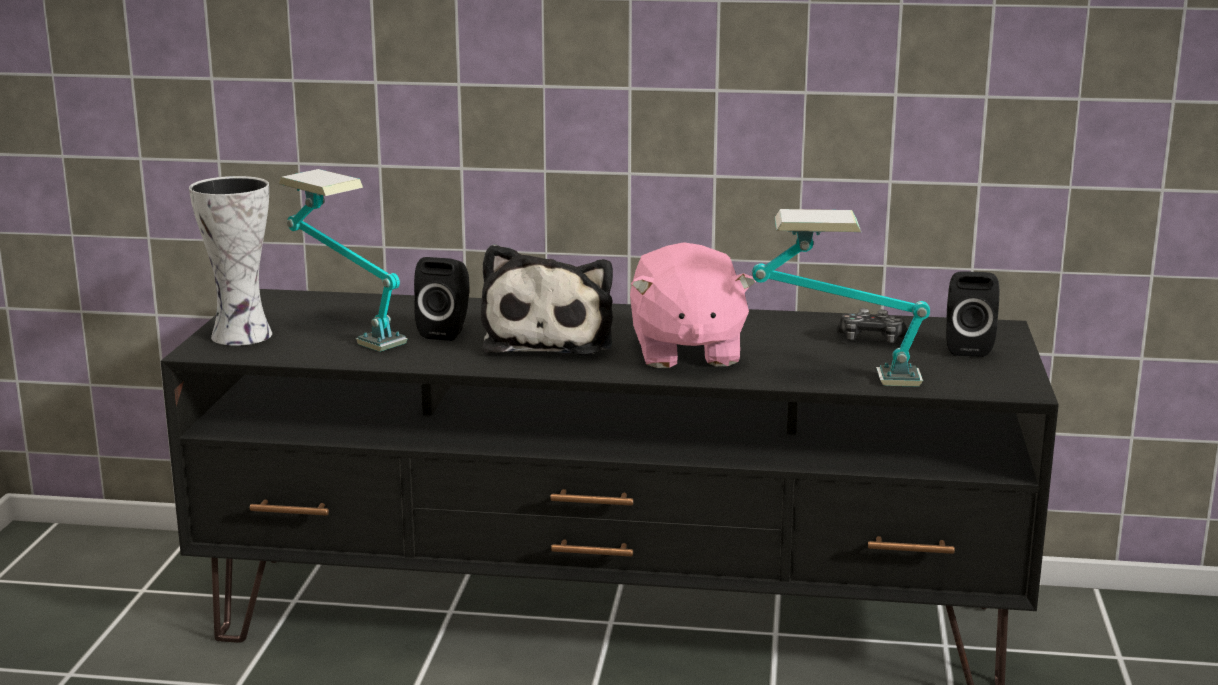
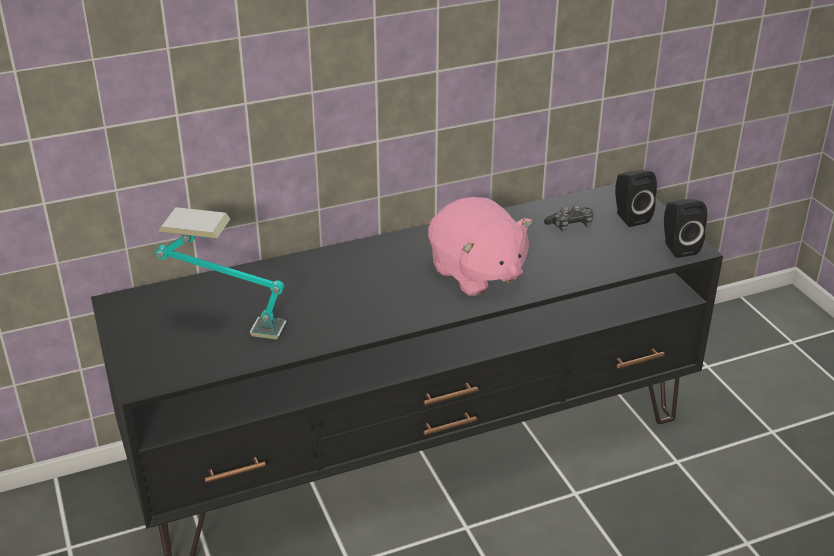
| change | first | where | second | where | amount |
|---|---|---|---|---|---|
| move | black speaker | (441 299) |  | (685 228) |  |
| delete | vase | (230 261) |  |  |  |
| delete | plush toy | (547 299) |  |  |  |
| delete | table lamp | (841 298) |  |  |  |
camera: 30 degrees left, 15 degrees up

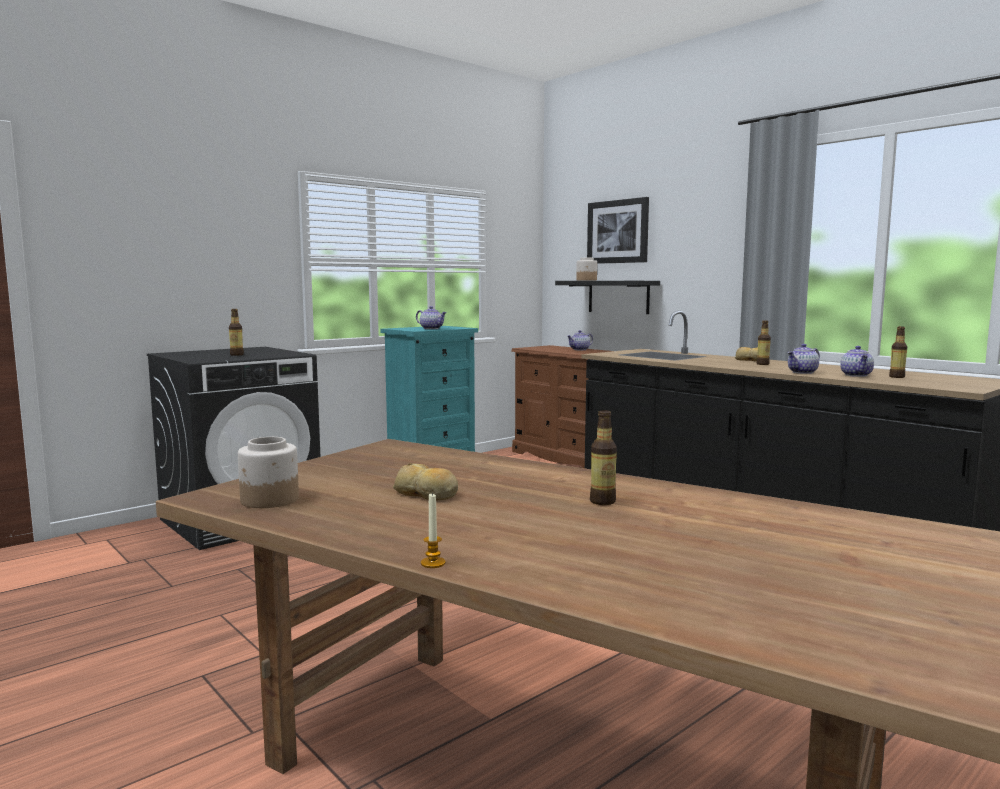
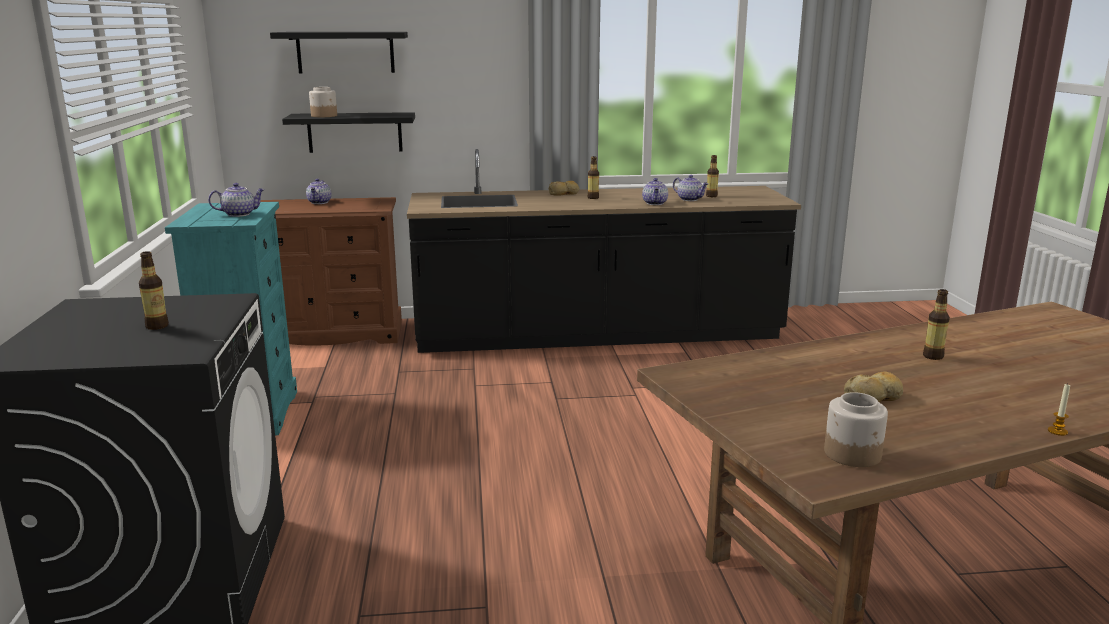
| change | first | where | second | where | amount |
|---|---|---|---|---|---|
| replace | picture | (618 230) | black shelf | (339 52) |  |
camera: 55 degrees left, 10 degrees up

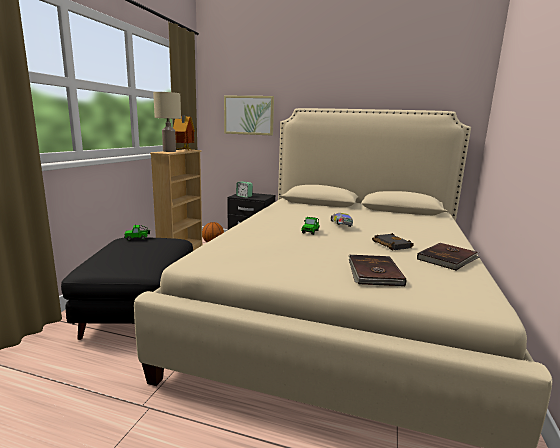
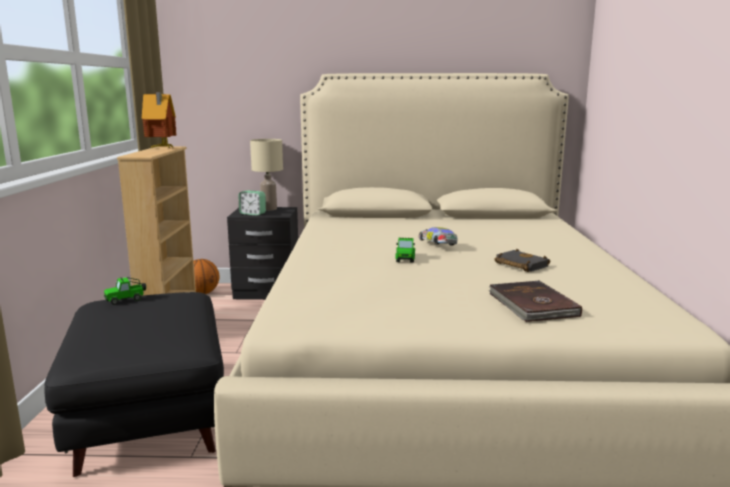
| change | first | where | second | where | amount |
|---|---|---|---|---|---|
| move | beige table lamp | (167 122) |  | (266 175) |  |
| delete | picture | (249 116) |  |  |  |
| delete | brown book | (448 256) |  |  |  |
camera: 15 degrees left, 0 degrees up

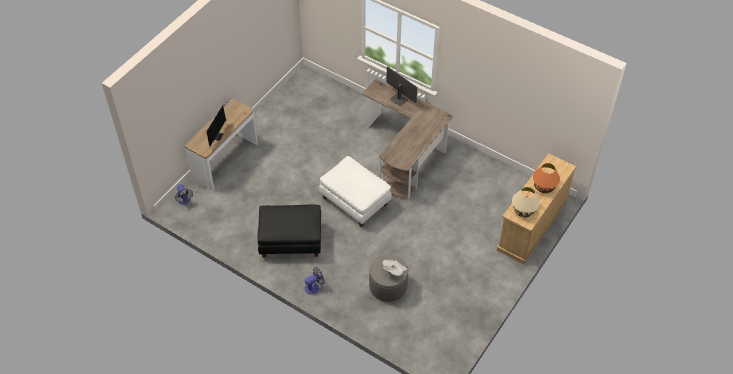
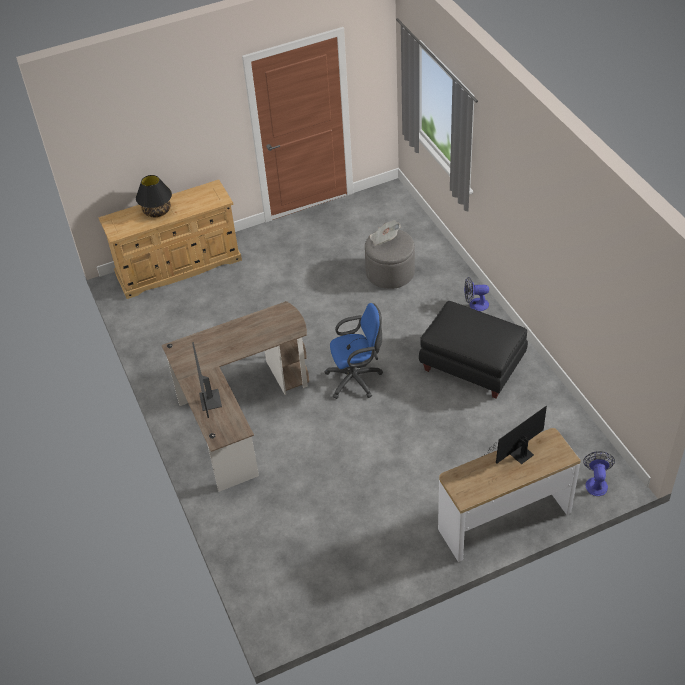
| change | first | where | second | where | amount |
|---|---|---|---|---|---|
| recolor | orange table lamp | (546 178) | black table lamp | (154 196) |  |
| replace | white ottoman | (355 191) | blue office chair | (353 351) |  |
| delete | beige table lamp | (526 202) |  |  |  |
camera: 145 degrees left, 5 degrees down

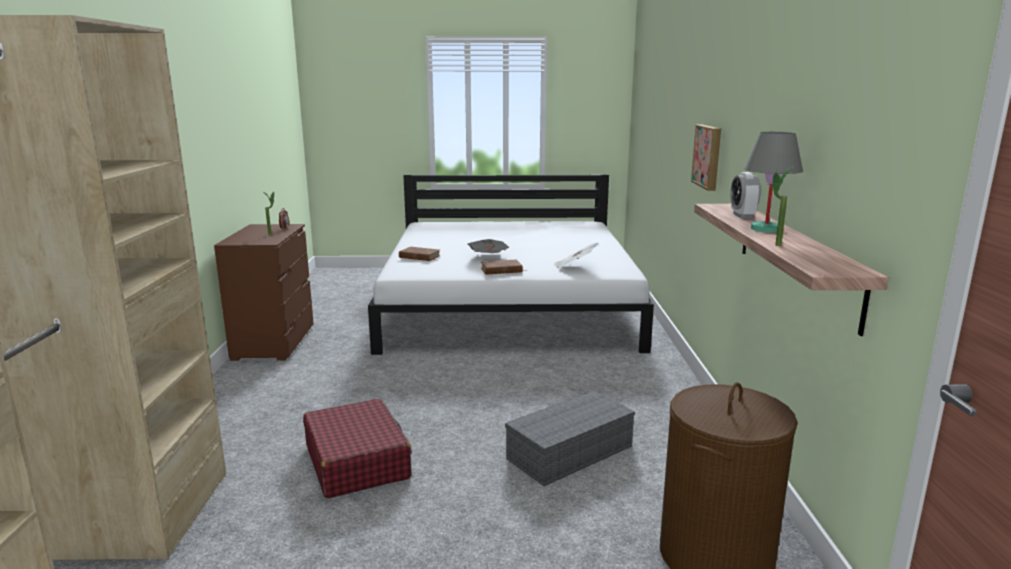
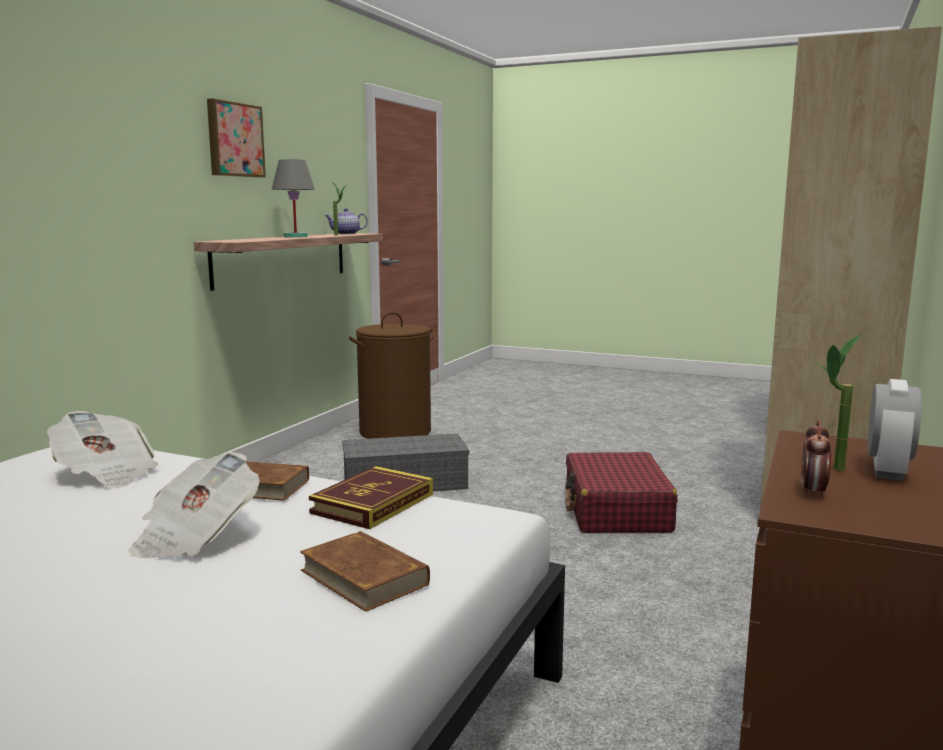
| change | first | where | second | where | amount |
|---|---|---|---|---|---|
| move | picture | (706 158) |  | (236 138) |  |
| insert |  |  | book | (371 497) |  |
| insert |  |  | teapot | (346 221) |  |
| move | alarm clock | (745 195) |  | (895 430) |  |
camera: 155 degrees left, 5 degrees down

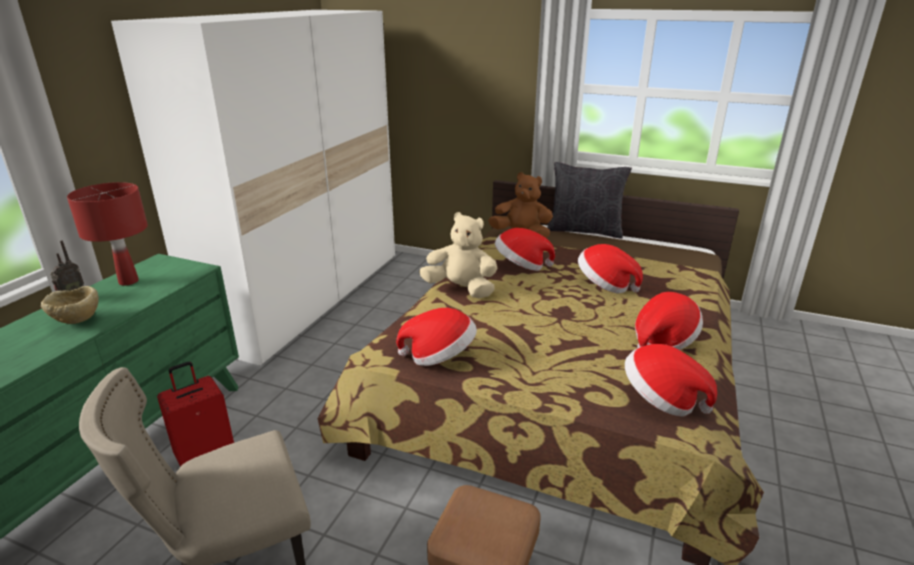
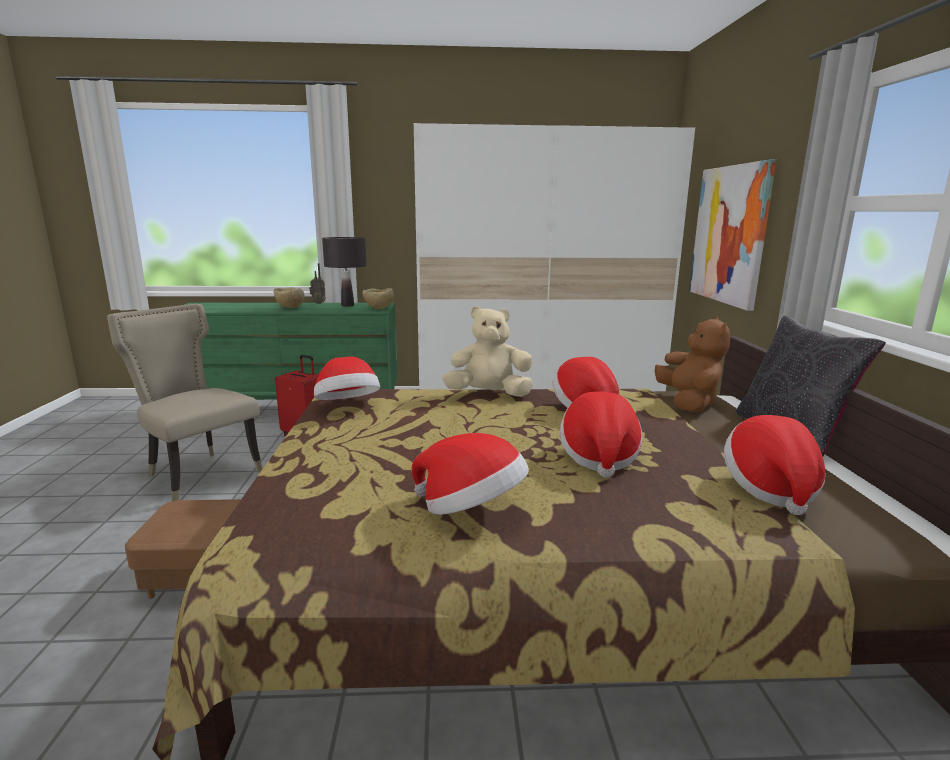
| change | first | where | second | where | amount |
|---|---|---|---|---|---|
| recolor | red table lamp | (107 234) | black table lamp | (344 272) |  |
| insert |  |  | beige bowl | (378 298) |  |
| rotate | beige plush toy | (458 255) |  | (487 351) | 90 degrees counterclockwise |
| insert |  |  | picture | (733 235) |  |
| move | hat | (671 380) |  | (775 465) |  |
camera: 65 degrees right, 10 degrees down

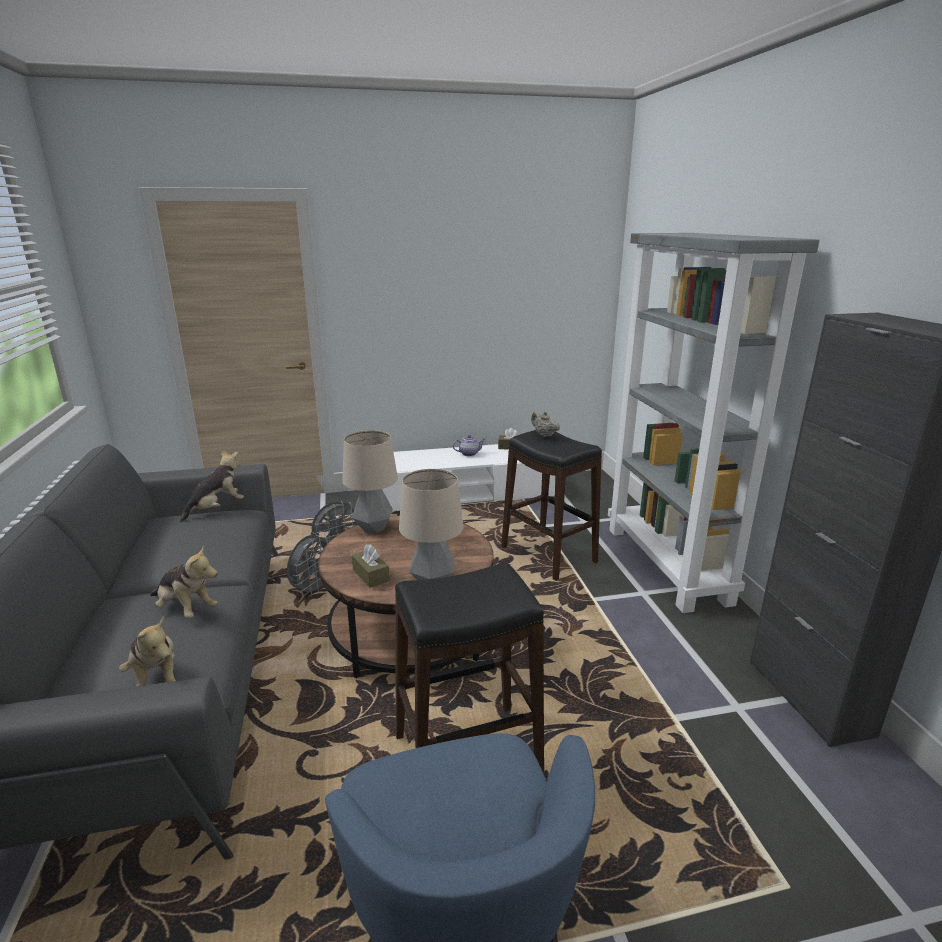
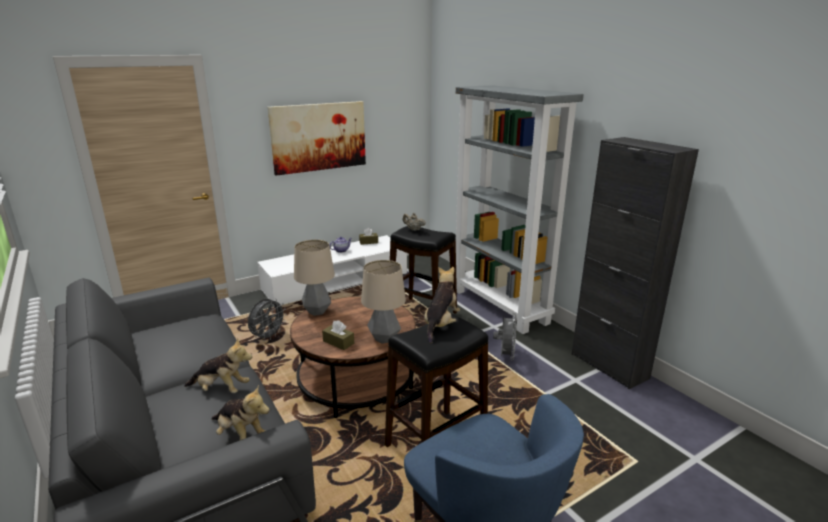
| change | first | where | second | where | amount |
|---|---|---|---|---|---|
| insert |  |  | picture | (316 138) |  |
| move | plush toy | (212 486) |  | (442 305) |  |
| move | grey fan | (308 565) |  | (505 336) |  |
camera: 20 degrees left, 0 degrees up

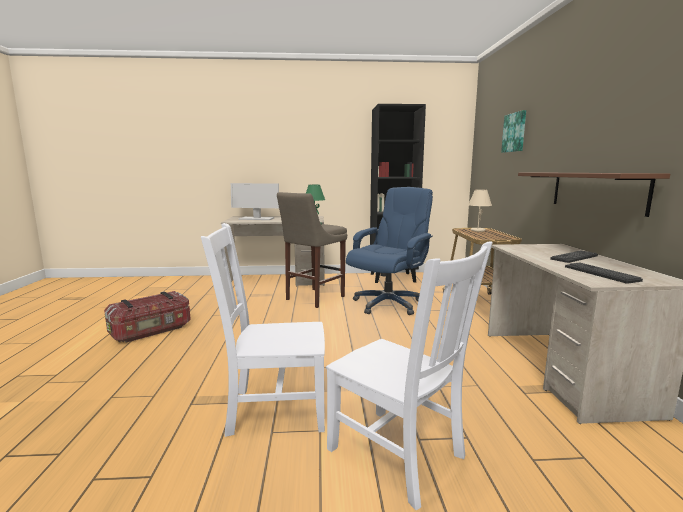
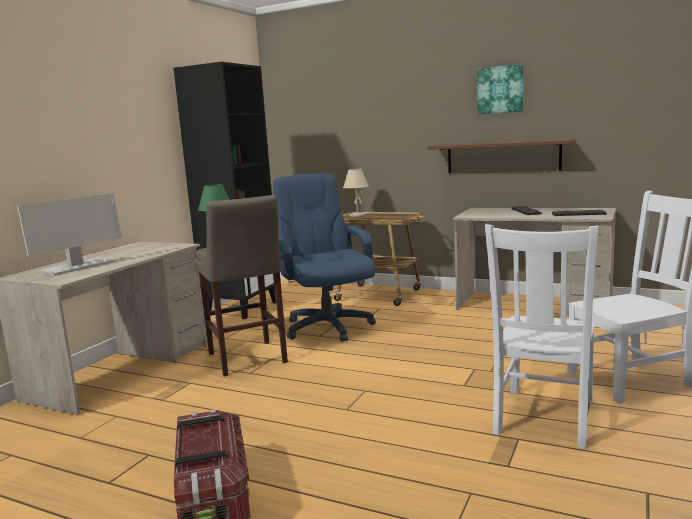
| change | first | where | second | where | amount |
|---|---|---|---|---|---|
| move | picture | (513 131) |  | (500 89) |  |
camera: 60 degrees left, 0 degrees up

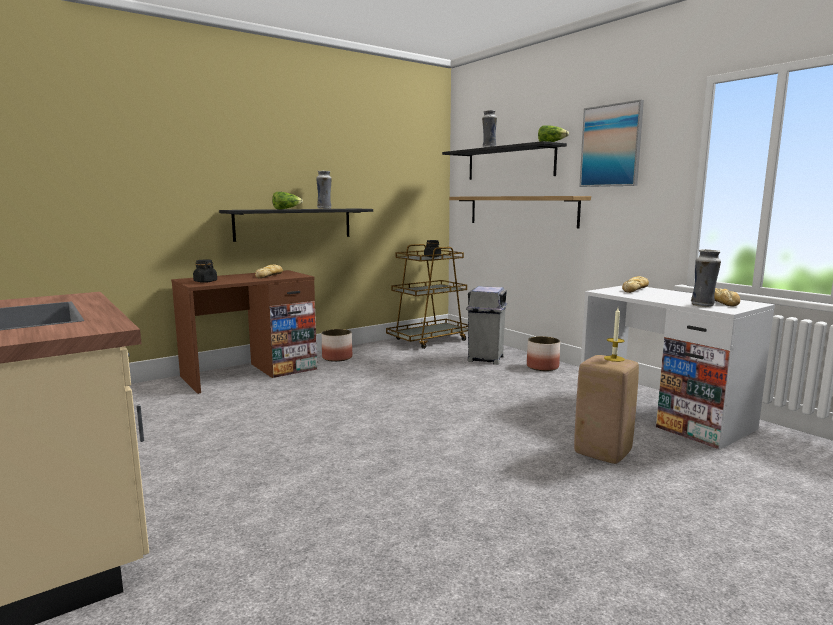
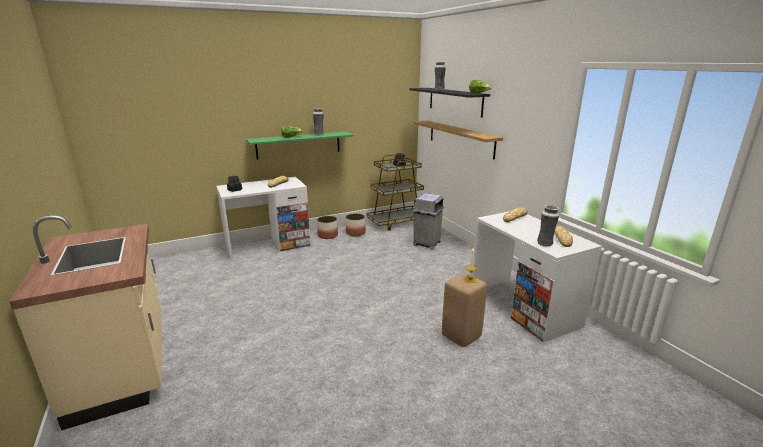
| change | first | where | second | where | amount |
|---|---|---|---|---|---|
| recolor | brown desk | (244 332) | white desk | (263 219) |  |
| recolor | black shelf | (296 225) | green shelf | (300 145) |  |
| move | planter | (543 353) |  | (355 224) |  |
| delete | picture | (611 143) |  |  |  |
camera: 10 degrees right, 10 degrees up

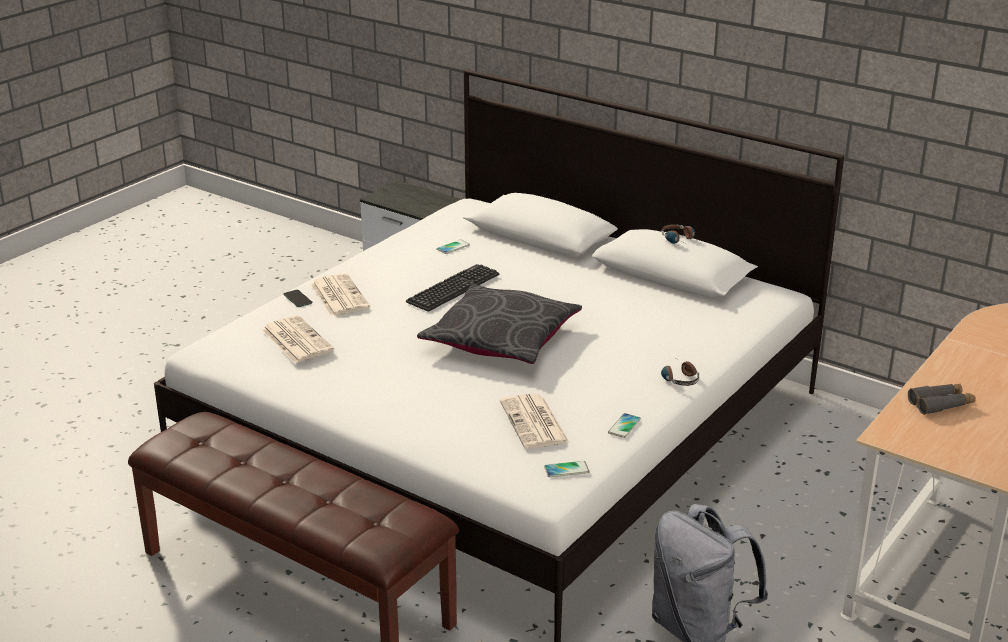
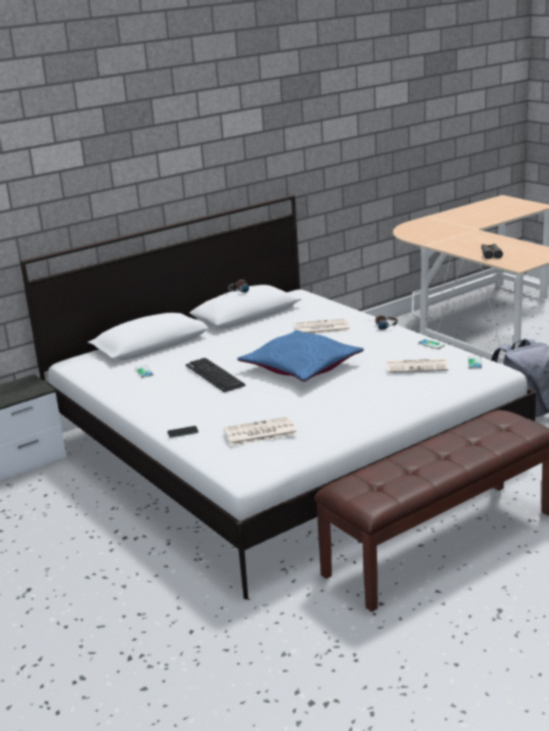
| change | first | where | second | where | amount |
|---|---|---|---|---|---|
| recolor | grey pillow | (499 323) | blue pillow | (300 356) |  |
| move | newspaper | (340 294) |  | (322 326) |  |
camera: 70 degrees left, 5 degrees down

